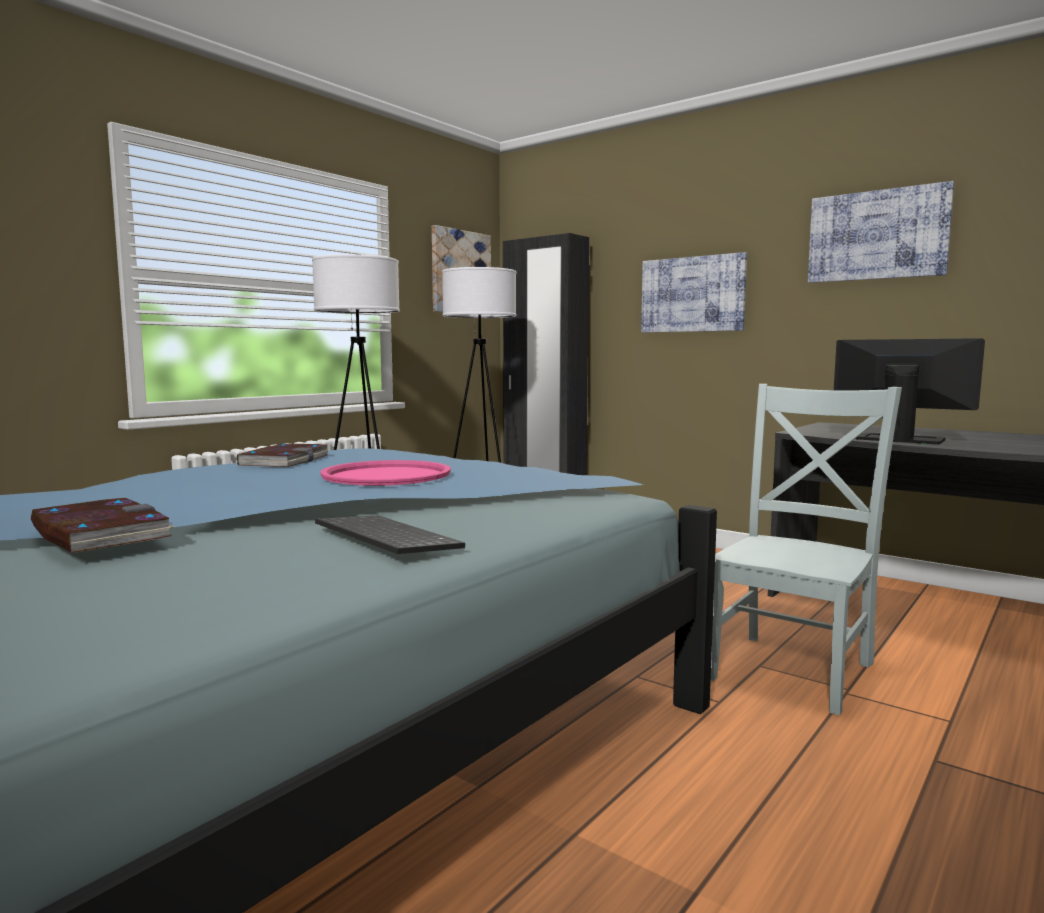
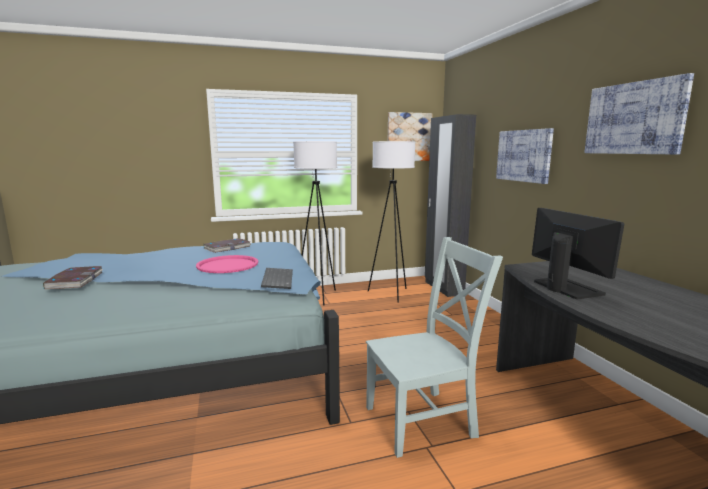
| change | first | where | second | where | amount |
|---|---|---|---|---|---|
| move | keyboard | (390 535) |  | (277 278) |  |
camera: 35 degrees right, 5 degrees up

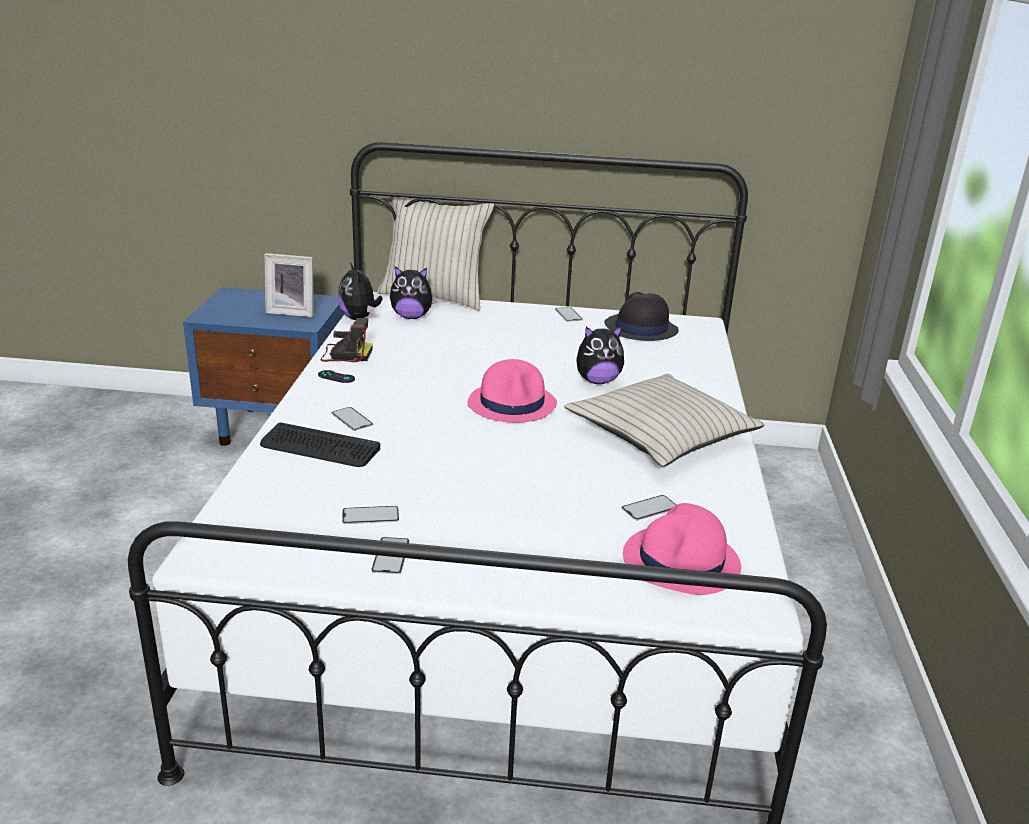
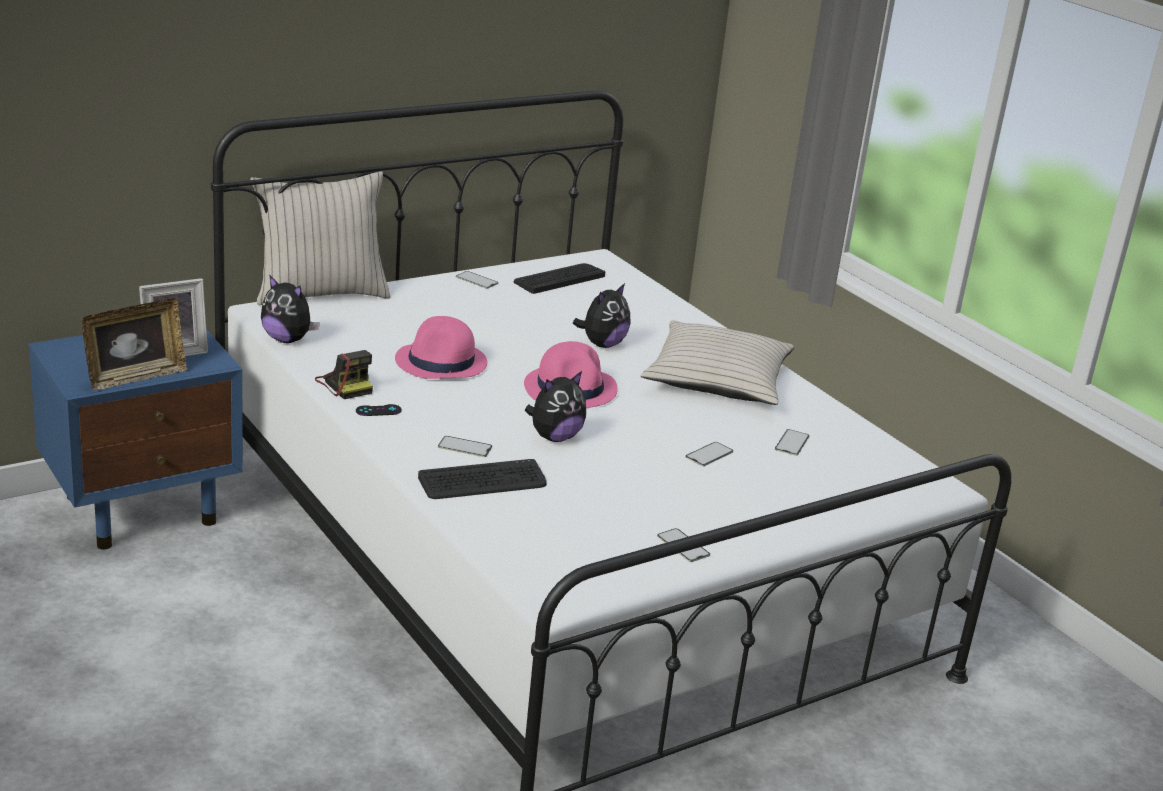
| change | first | where | second | where | amount |
|---|---|---|---|---|---|
| insert |  |  | picture frame | (134 344) |  |
| rotate | photo camera | (347 340) |  | (344 374) | 90 degrees clockwise |
| move | pink hat | (682 549) |  | (441 347) |  |
| replace | black hat | (641 316) | keyboard | (559 278) |  |
| move | plush toy | (414 292) |  | (555 406) |  |
| move | phone | (370 515) |  | (709 454) |  |
camera: 40 degrees left, 0 degrees up

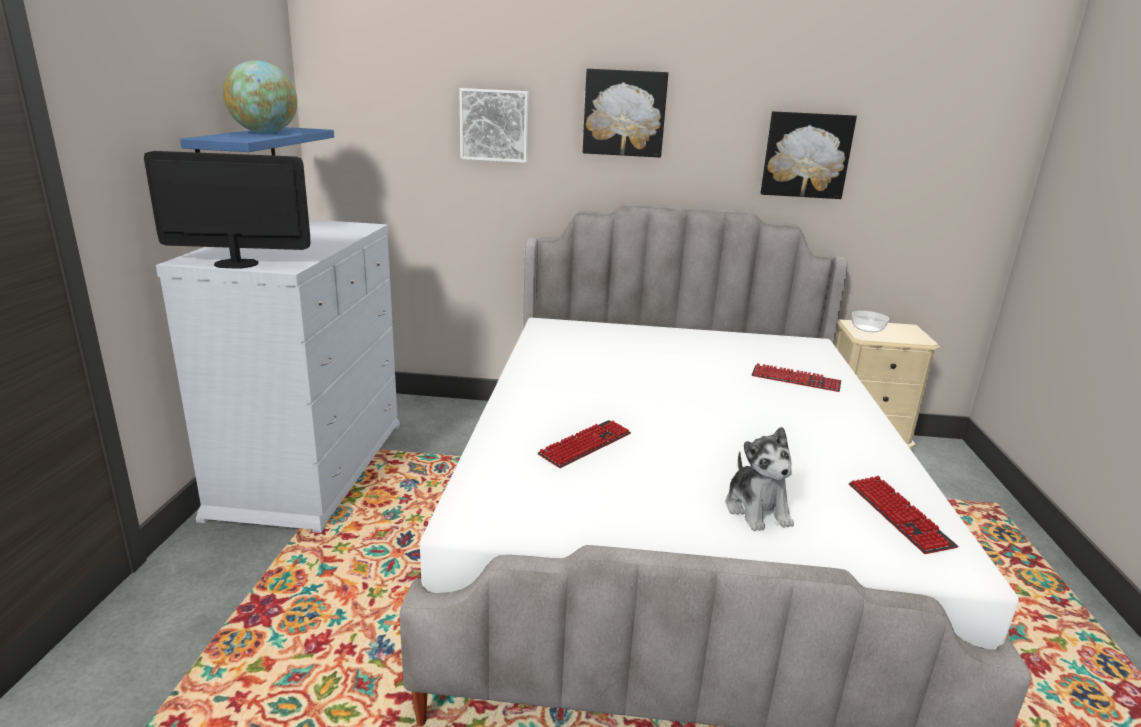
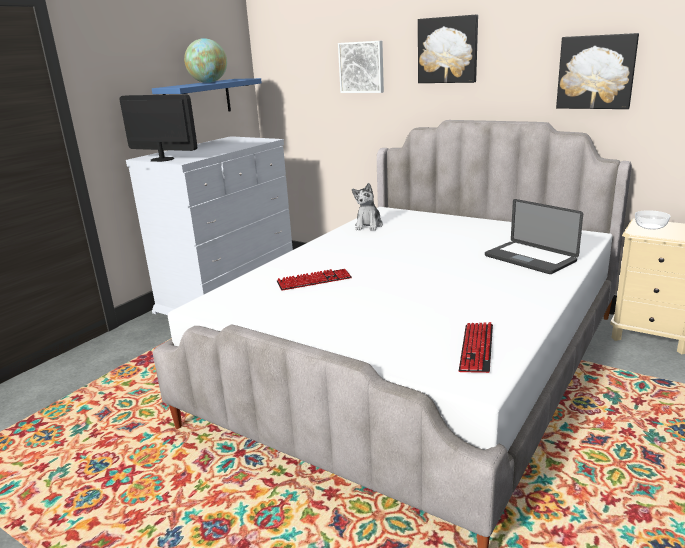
| change | first | where | second | where | amount |
|---|---|---|---|---|---|
| move | plush toy | (760 479) |  | (367 207) |  |
| replace | keyboard | (796 377) | laptop | (534 236) |  |
camera: 30 degrees right, 0 degrees up

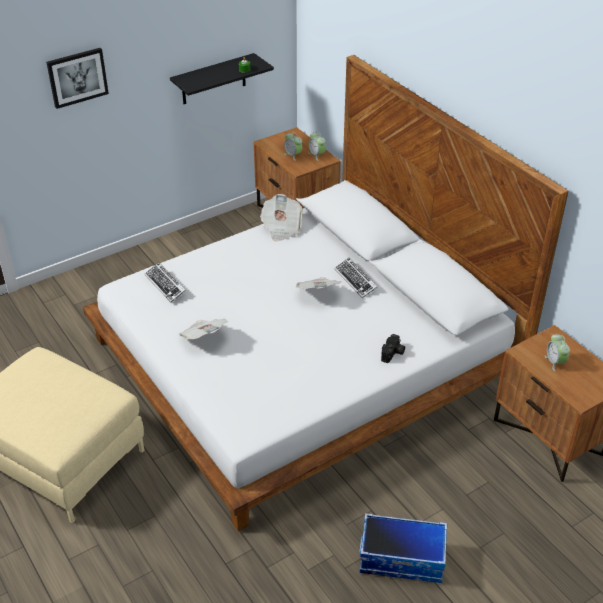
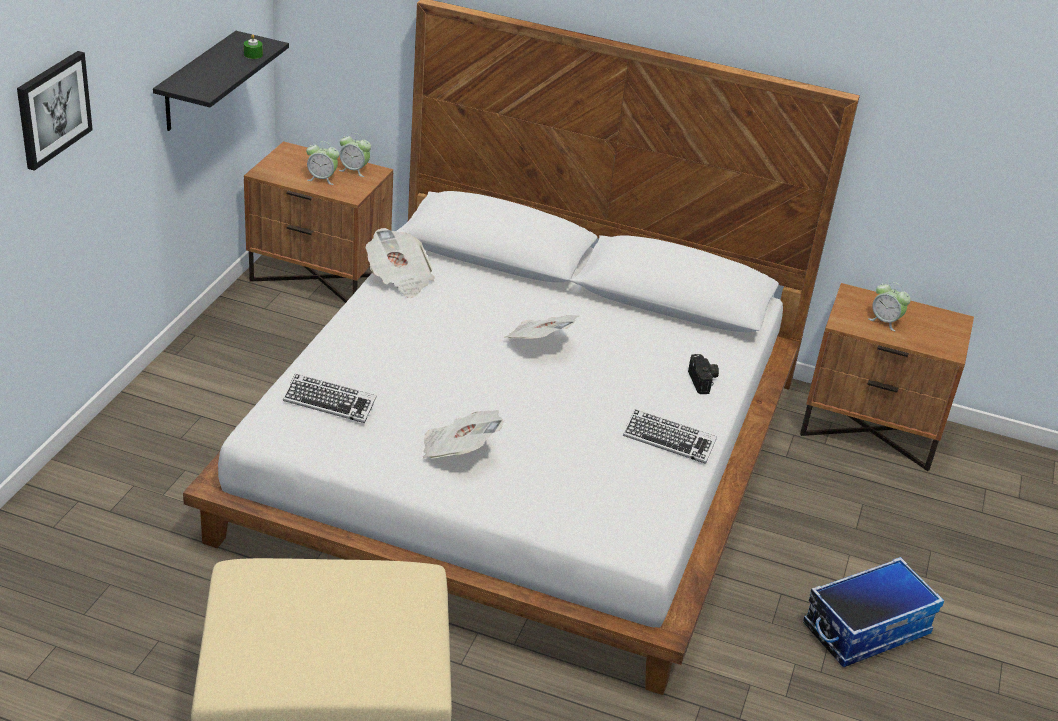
| change | first | where | second | where | amount |
|---|---|---|---|---|---|
| move | keyboard | (356 278) |  | (670 436) |  |
camera: 40 degrees left, 5 degrees down

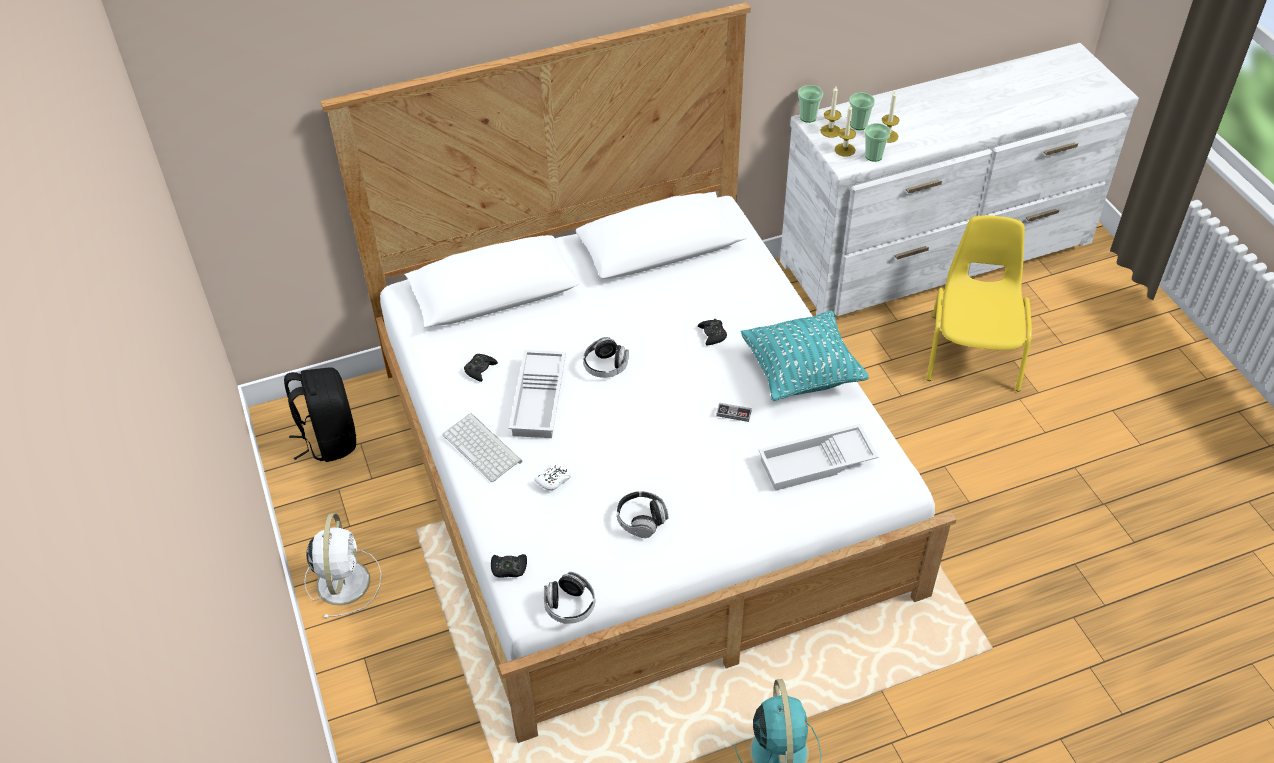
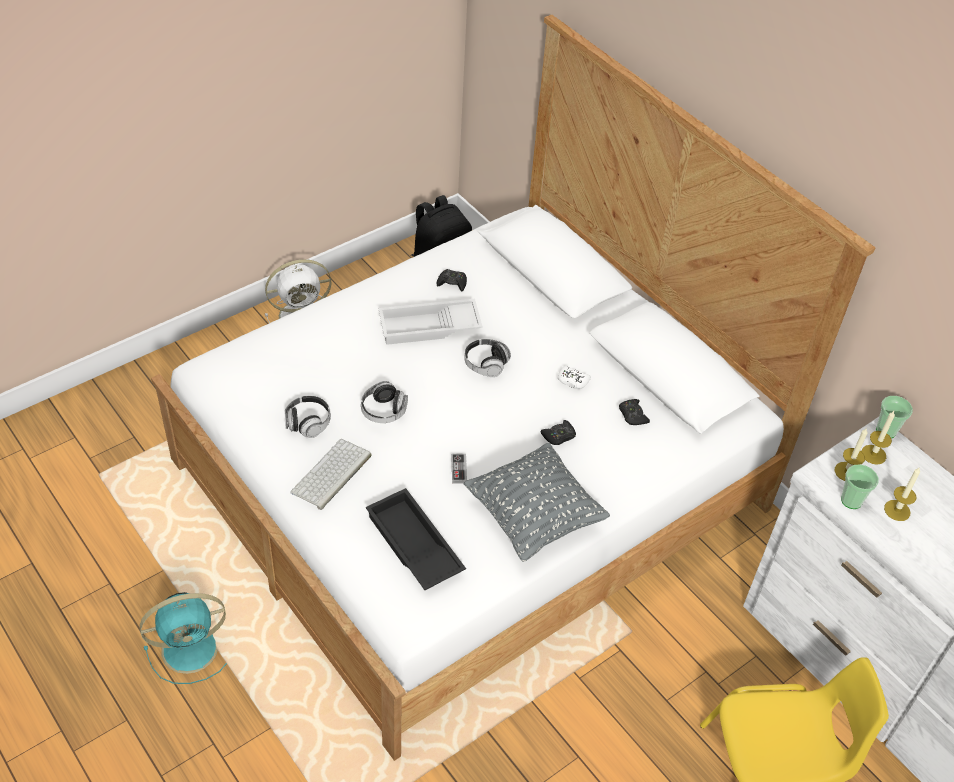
| change | first | where | second | where | amount |
|---|---|---|---|---|---|
| move | keyboard | (482 447) |  | (331 474) |  |
| move | headphones | (569 598) |  | (384 402) |  |
| recolor | white tray | (818 457) | black tray | (416 539) |  |
| recolor | turquoise pillow | (805 355) | grey pillow | (536 502) |  |
| move | white game controller | (552 476) |  | (574 377) |  |
| move | black game controller | (509 566) |  | (634 412) |  |
| delete | cup | (862 111) |  |  |  |
camera: 70 degrees right, 0 degrees up

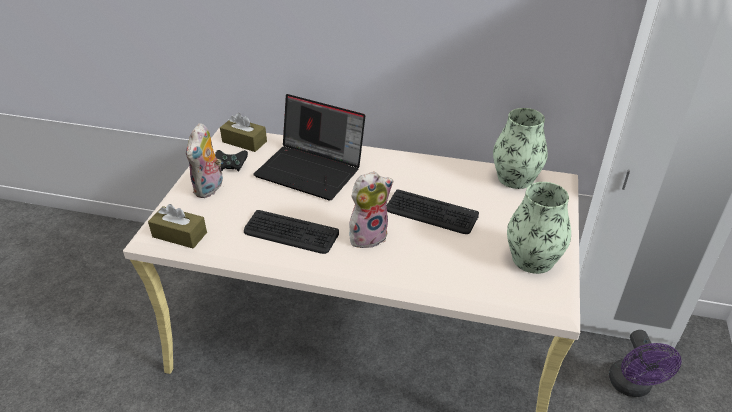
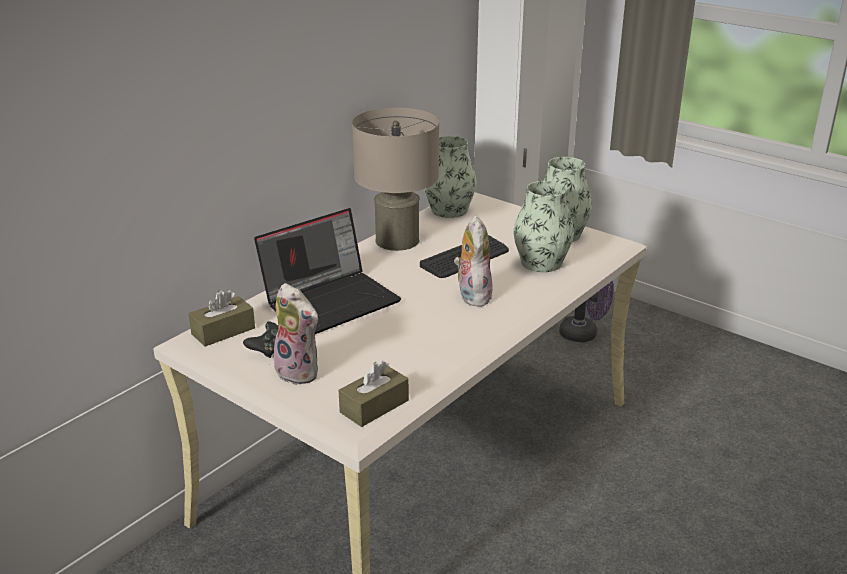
| change | first | where | second | where | amount |
|---|---|---|---|---|---|
| insert |  |  | beige table lamp | (395 179) |  |
| insert |  |  | vase | (544 226) |  |
| delete | keyboard | (291 232) |  |  |  |
camera: 65 degrees left, 10 degrees down

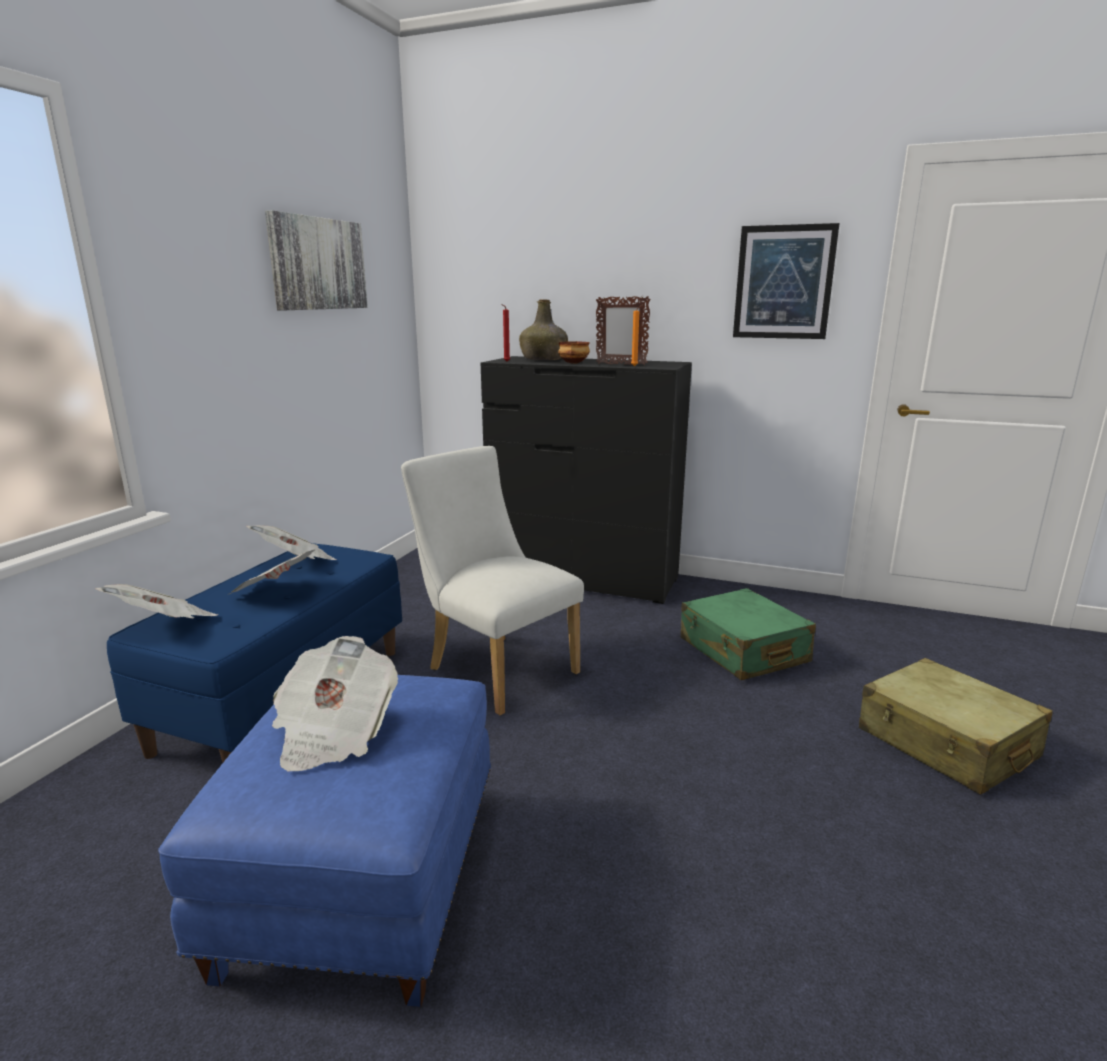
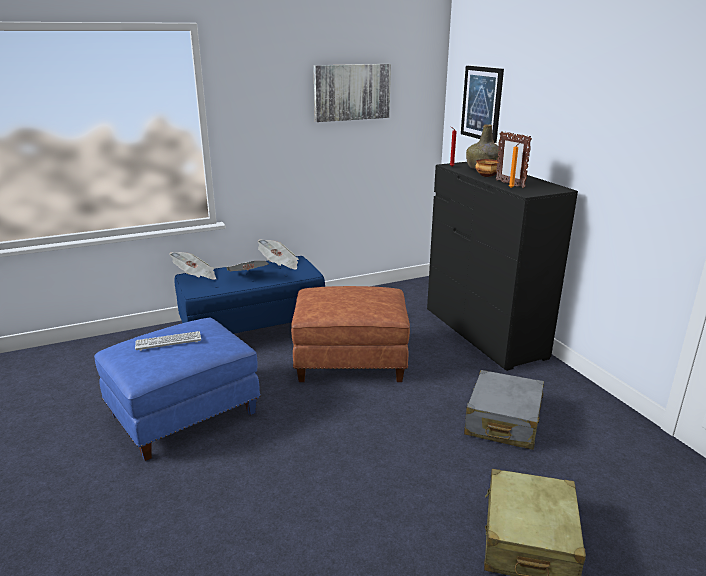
| change | first | where | second | where | amount |
|---|---|---|---|---|---|
| replace | newspaper | (335 704) | keyboard | (168 341) |  |
| replace | white chair | (492 580) | brown ottoman | (350 334) |  |
| move | picture | (786 281) |  | (482 104) |  |
| recolor | green suitcase | (748 634) | grey suitcase | (504 410) |  |
camera: 45 degrees right, 5 degrees up

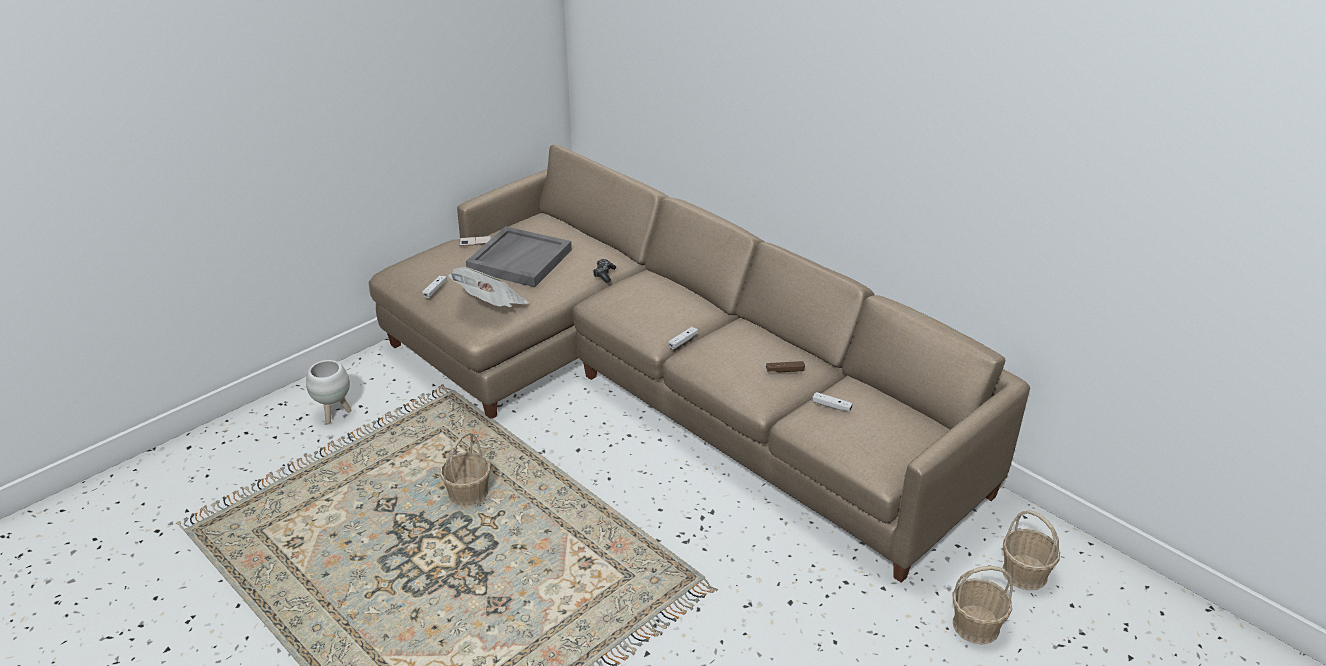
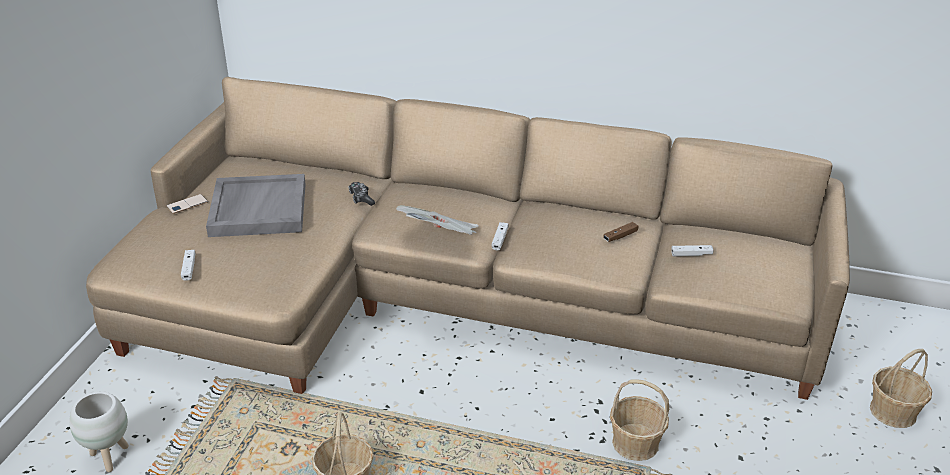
| change | first | where | second | where | amount |
|---|---|---|---|---|---|
| move | newspaper | (488 287) |  | (437 220) |  |
| move | basket | (1031 550) |  | (639 420) |  |
camera: 30 degrees left, 0 degrees up

